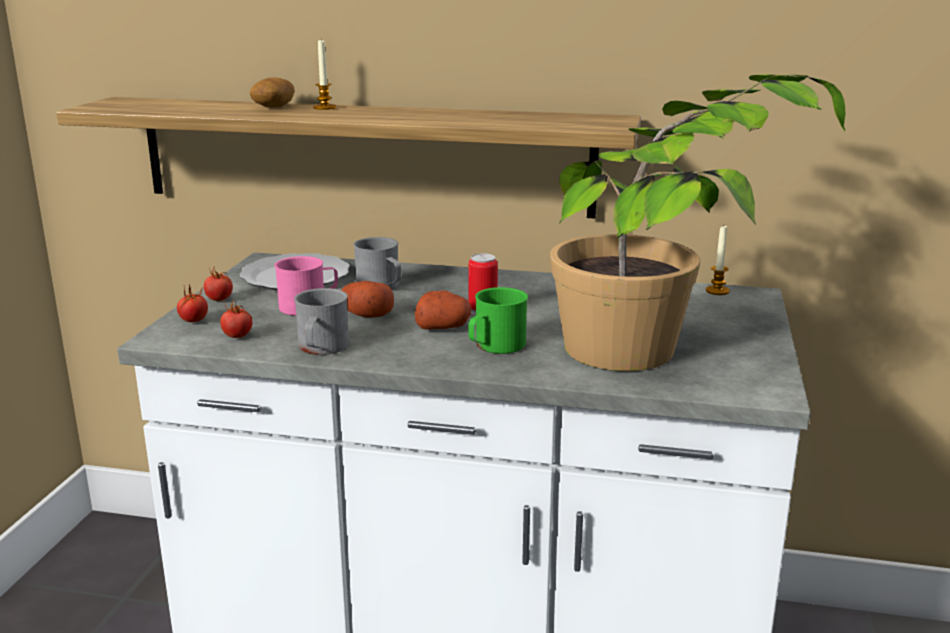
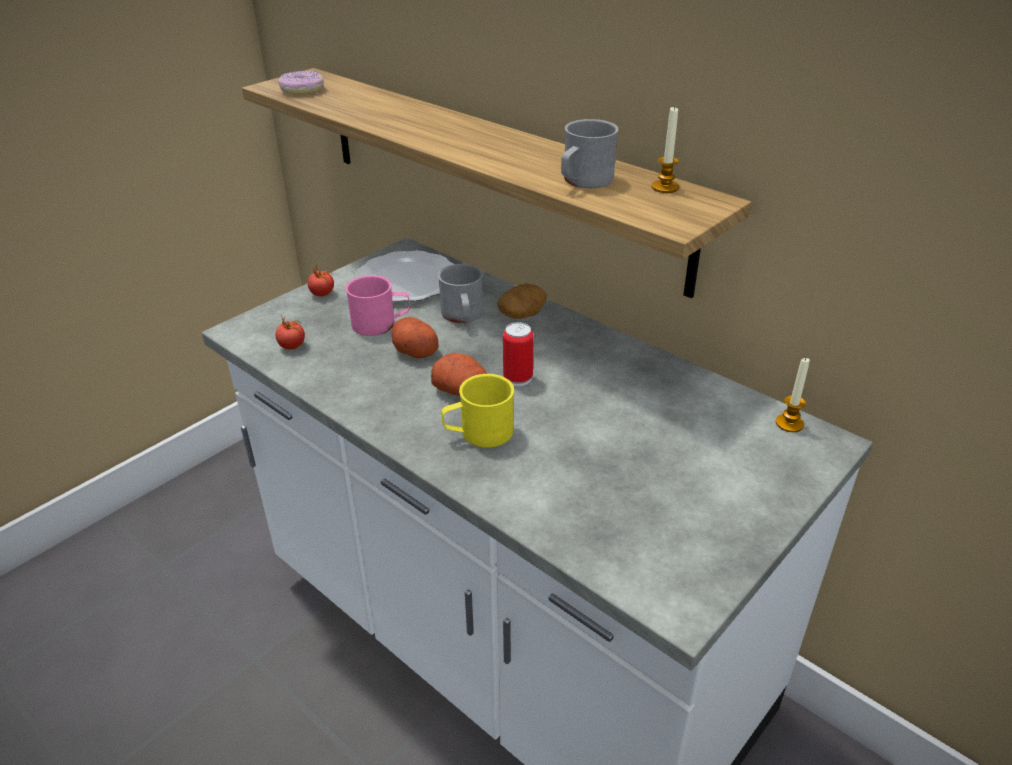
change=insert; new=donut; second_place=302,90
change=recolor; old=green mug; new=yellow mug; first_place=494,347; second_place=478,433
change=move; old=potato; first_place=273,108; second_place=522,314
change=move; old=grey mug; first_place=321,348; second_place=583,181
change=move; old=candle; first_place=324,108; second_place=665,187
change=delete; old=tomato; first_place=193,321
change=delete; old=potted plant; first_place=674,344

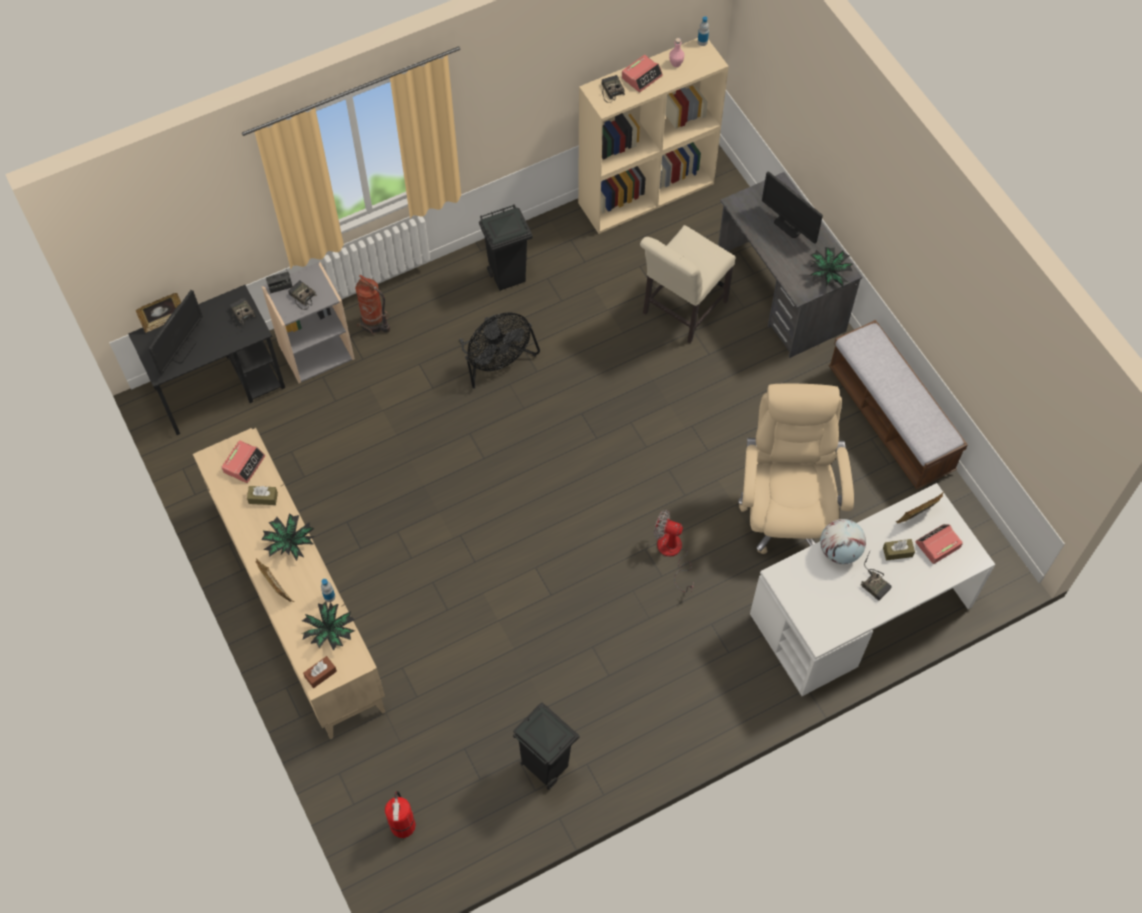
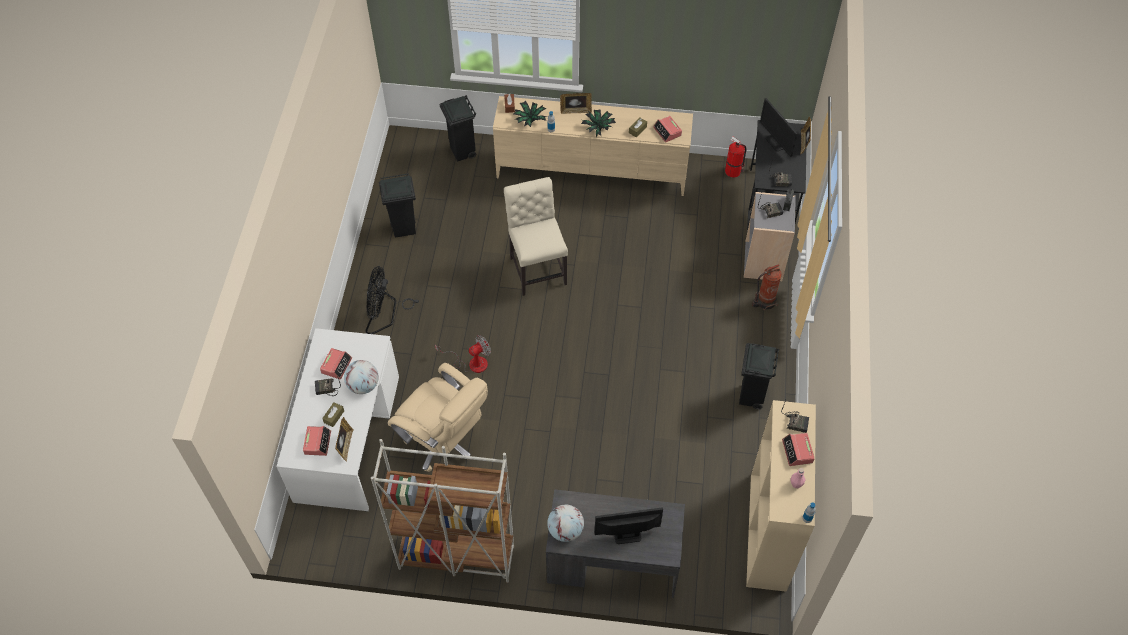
change=insert; new=alarm clock; second_place=336,365
change=move; old=black fan; first_place=494,361; second_place=386,310
change=replace; old=bench; new=brown bookcase; first_place=890,420; second_place=456,558
change=insert; new=black trash can; second_place=462,152
change=move; old=beige chair; first_place=680,310; second_place=537,267
change=replace; old=potted plant; new=globe; first_place=828,273; second_place=565,530
change=move; old=fire extinguisher; first_place=402,824; second_place=733,171

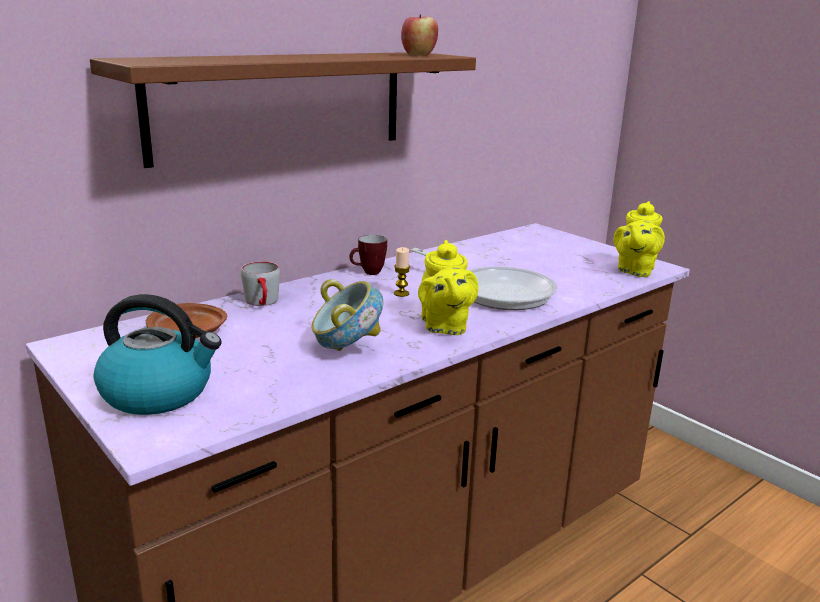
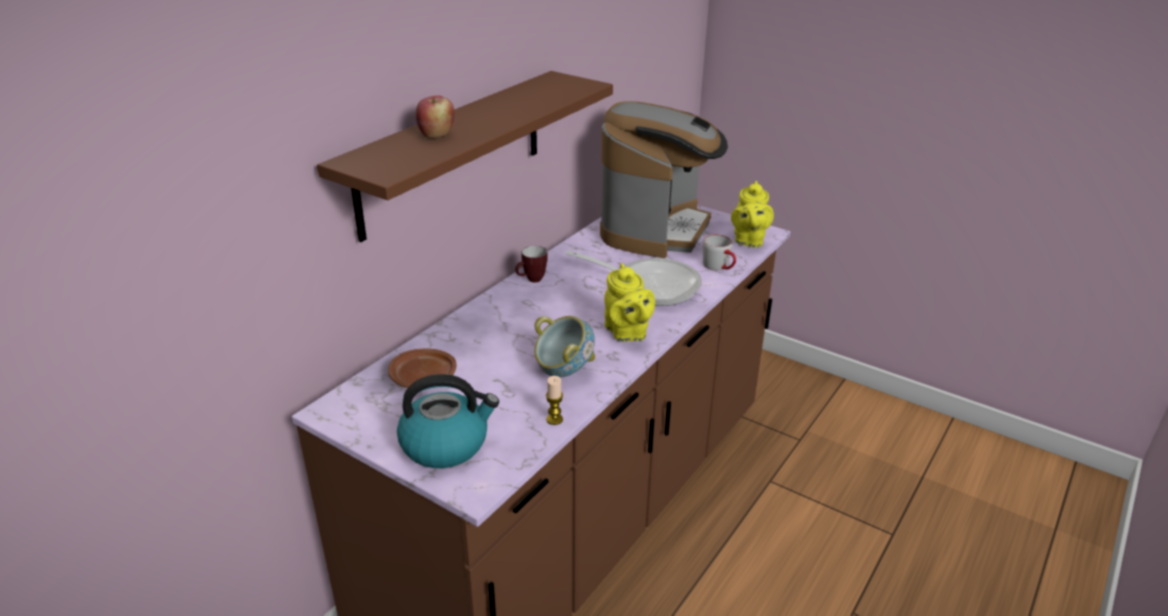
change=move; old=apple; first_place=418,55; second_place=436,135
change=move; old=candle; first_place=401,293; second_place=554,419
change=insert; new=coffee machine; second_place=656,229
change=move; old=grey mug; first_place=263,303; second_place=720,267

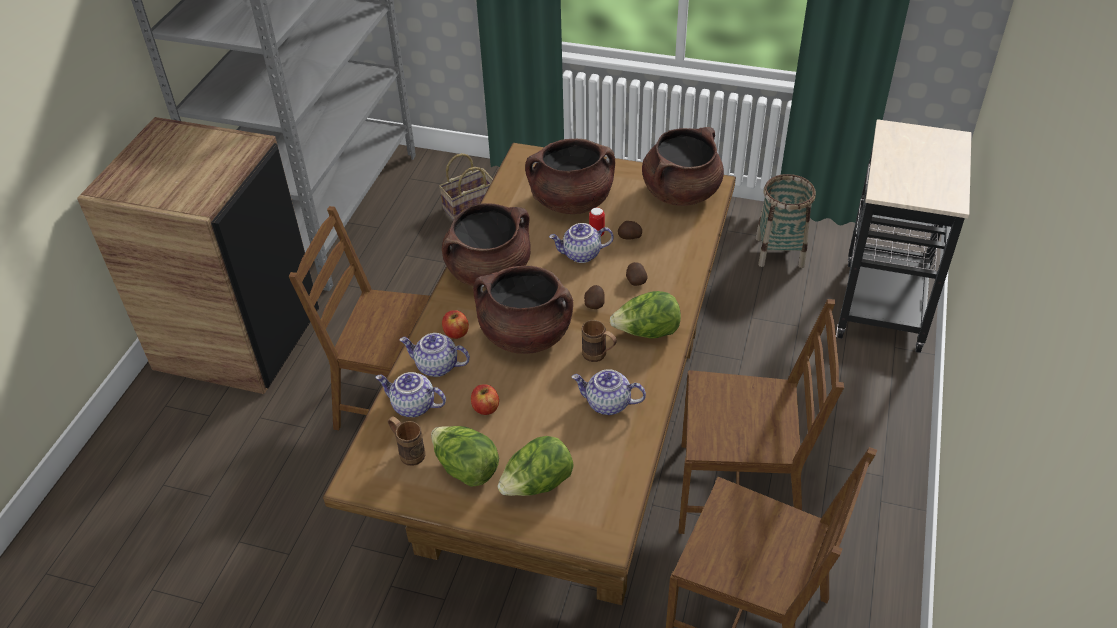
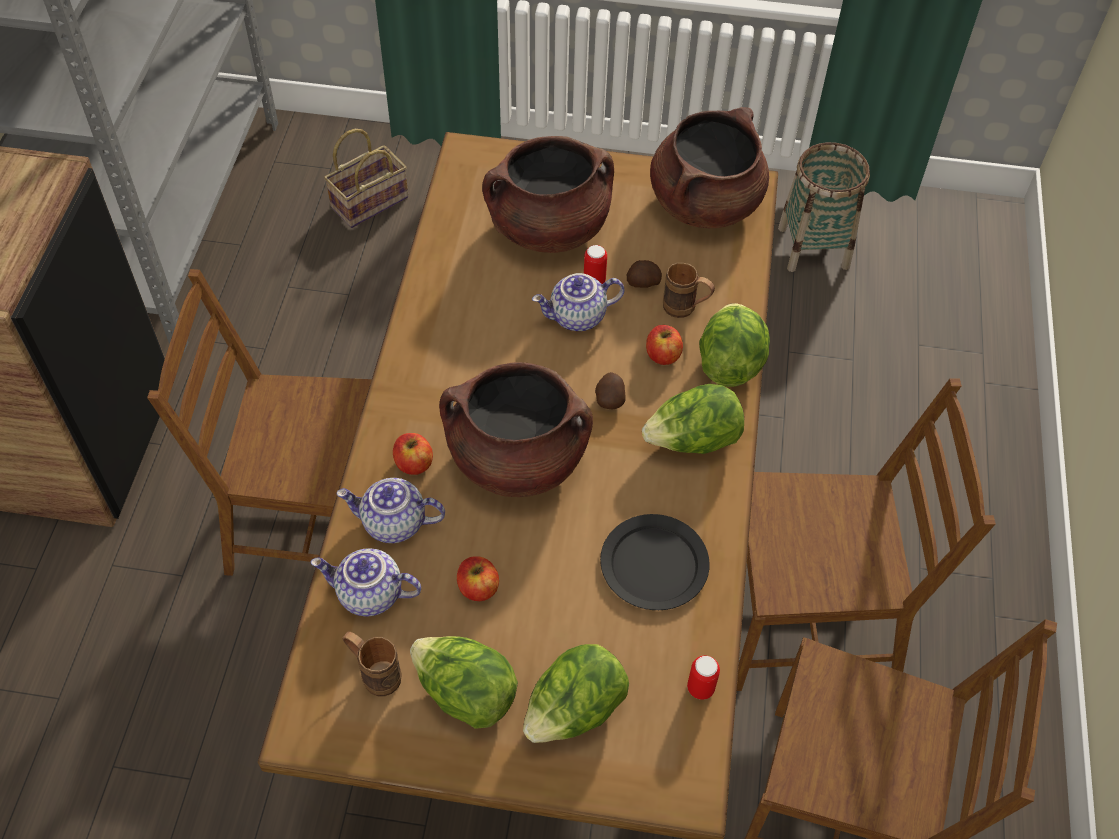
change=replace; old=teapot; new=black plate; first_place=607,404; second_place=654,565
change=replace; old=potato; new=apple; first_place=635,280; second_place=662,355
change=move; old=brown mug; first_place=599,356; second_place=685,309
change=insert; new=can; second_place=700,688
change=insert; new=lettuce; second_place=730,363
change=delete; old=brown cooking pot; first_place=488,271
change=delete; old=cart; first_place=883,308

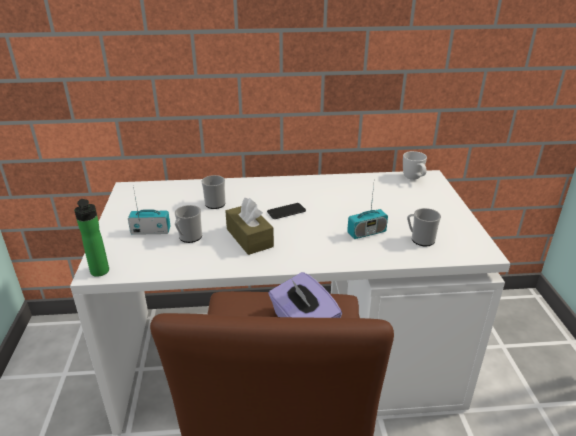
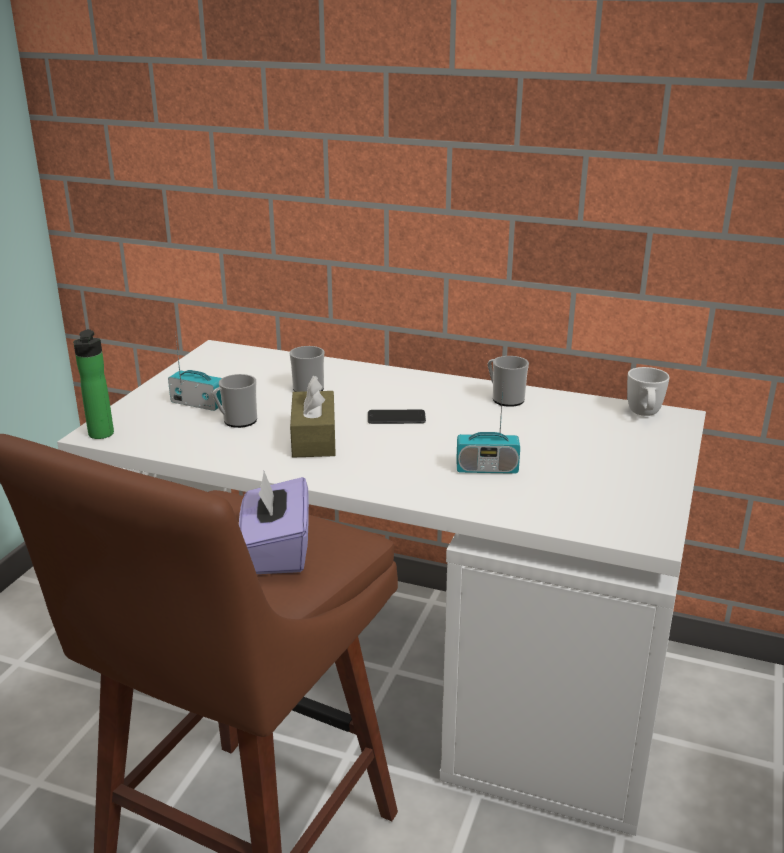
change=move; old=mug; first_place=420,239; second_place=505,399

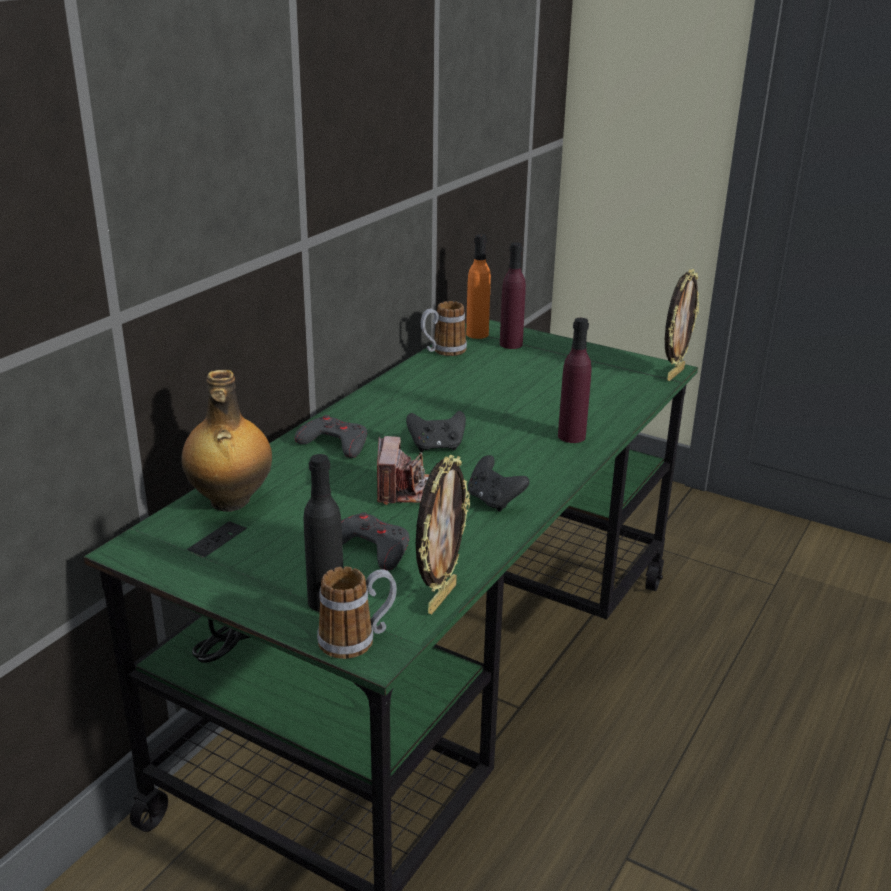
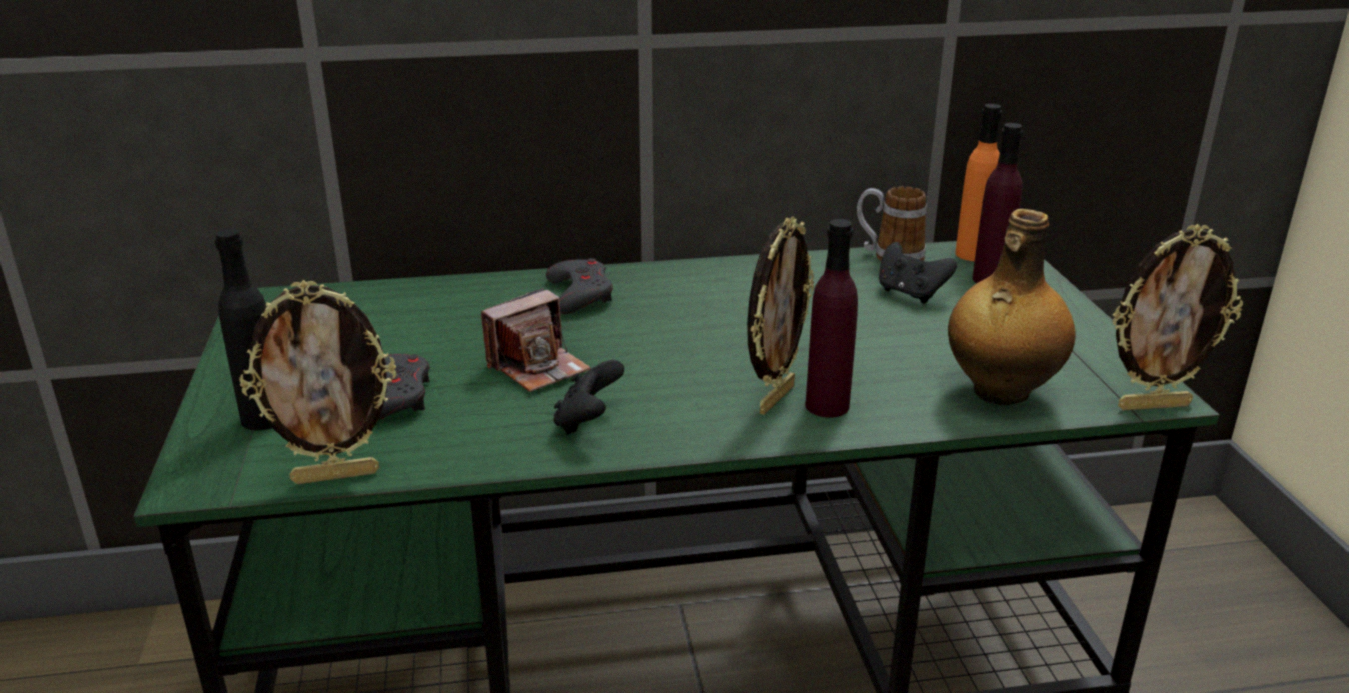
change=insert; new=picture frame; second_place=774,398
change=move; old=black game controller; first_place=436,447; second_place=910,293
change=move; old=bottle; first_place=230,502; second_place=999,392
change=delete; old=mug; first_place=357,639

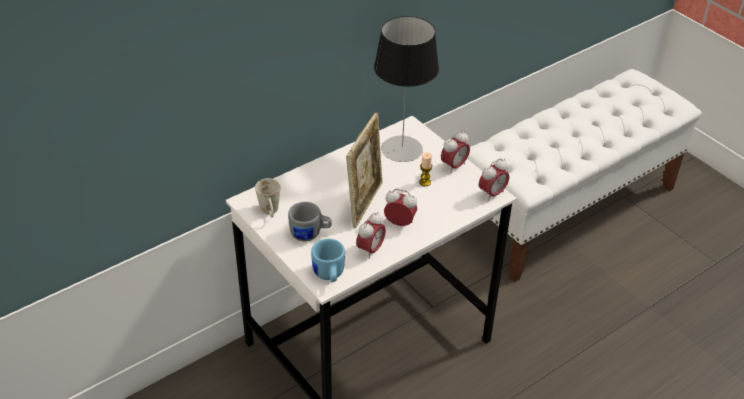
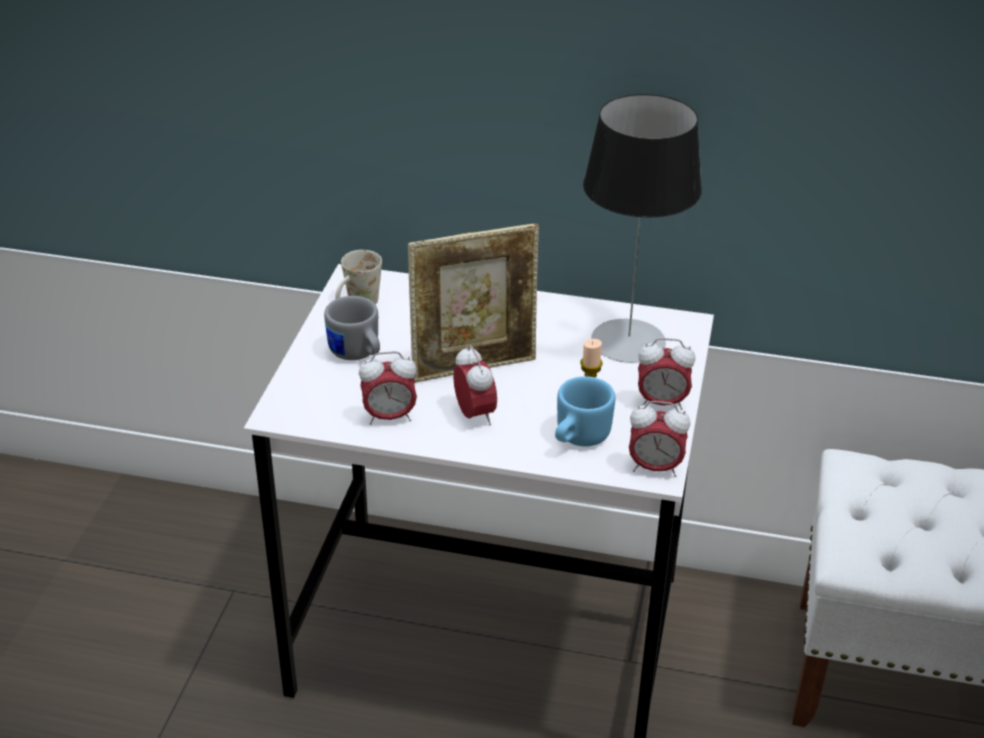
change=move; old=blue mug; first_place=329,275; second_place=577,438

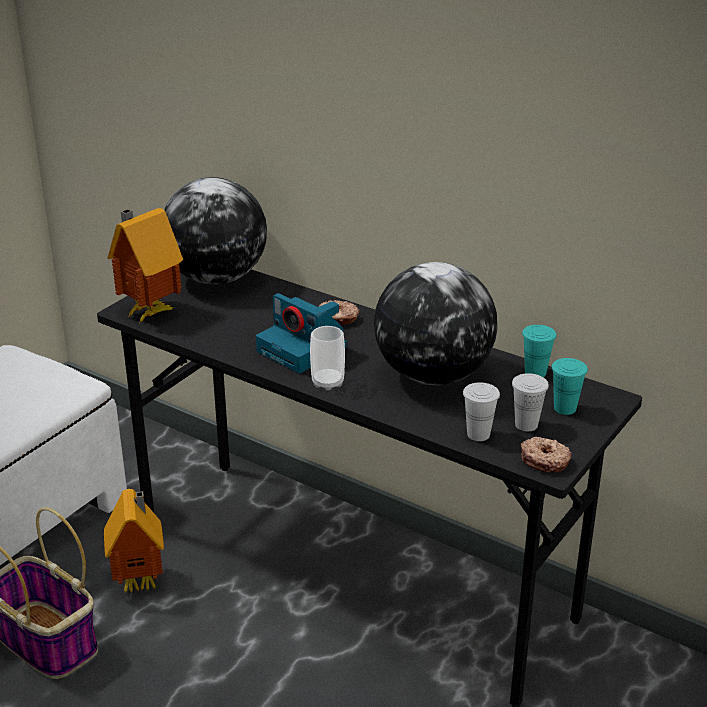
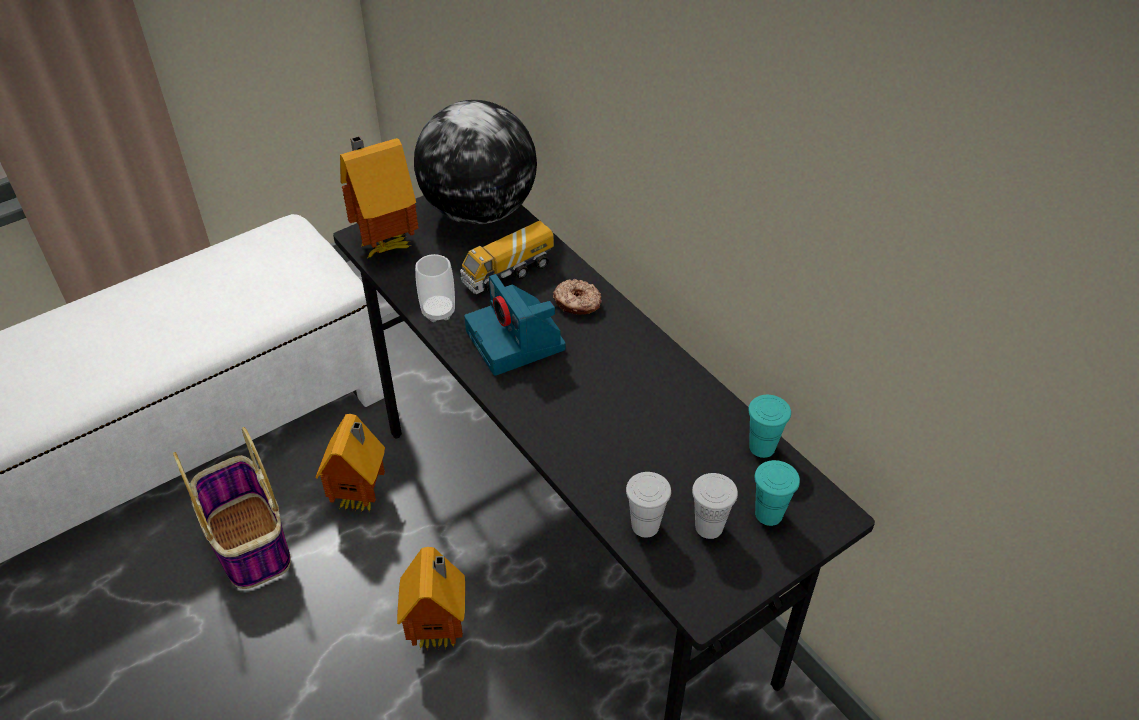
change=insert; new=toy house; second_place=440,632
change=move; old=cup; first_place=327,383; second_place=438,312
change=insert; new=toy truck; second_place=508,273
change=delete; old=globe; first_place=432,375
change=delete; old=donut; first_place=544,460

